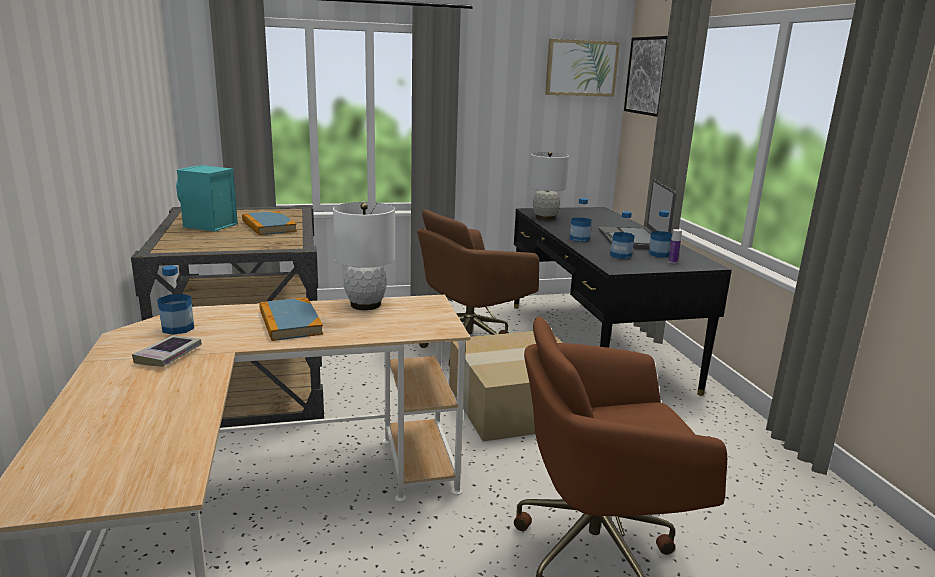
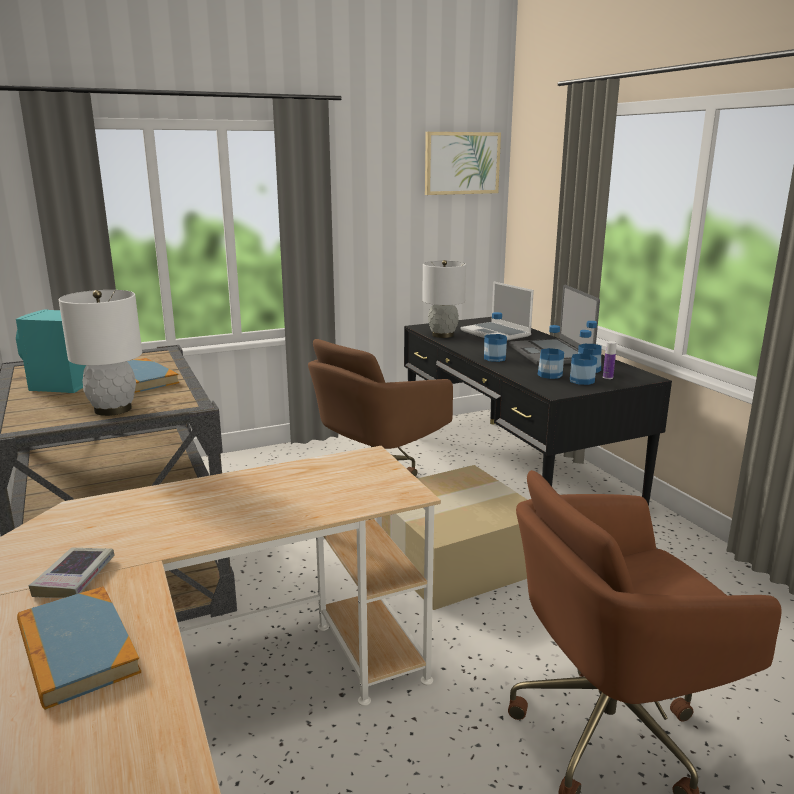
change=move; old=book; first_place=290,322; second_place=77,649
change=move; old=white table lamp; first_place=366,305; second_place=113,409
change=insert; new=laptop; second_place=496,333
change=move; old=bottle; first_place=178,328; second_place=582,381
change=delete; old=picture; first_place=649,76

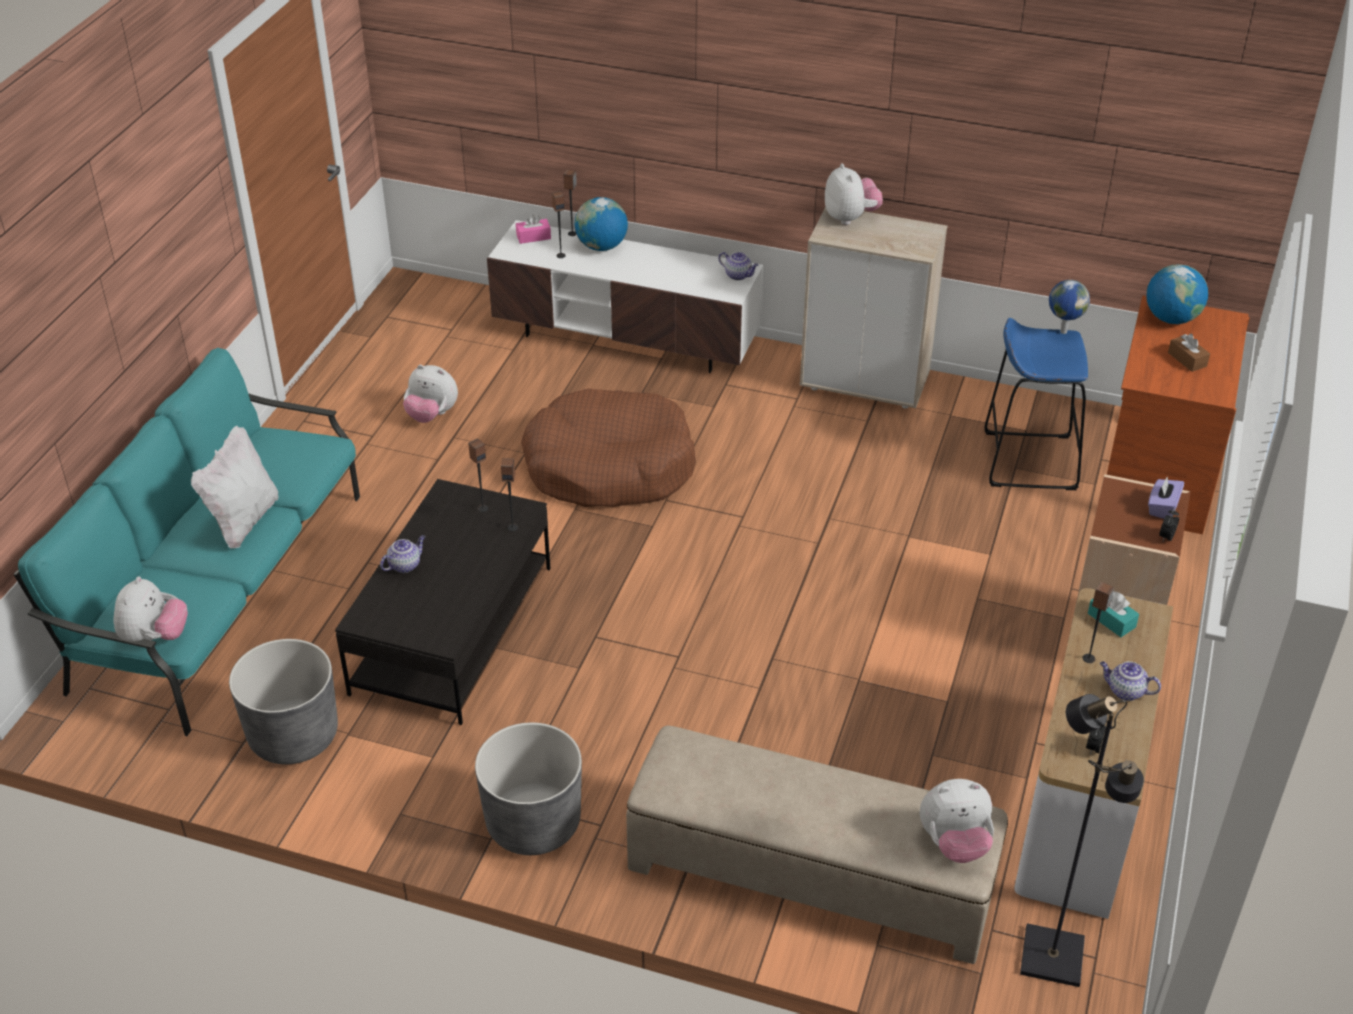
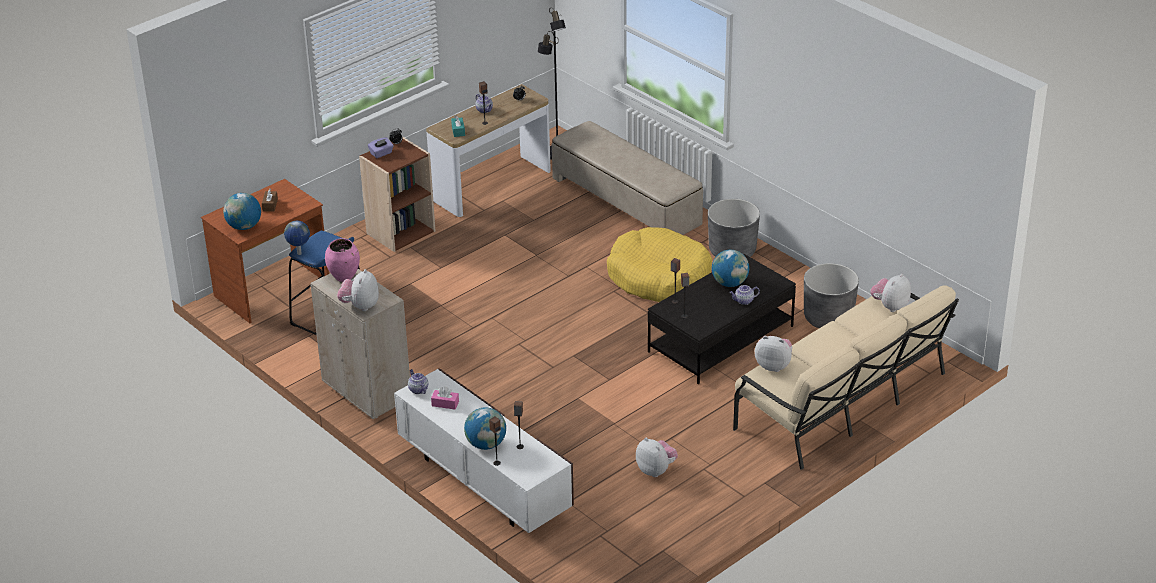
change=insert; new=pink vase; second_place=344,277
change=move; old=pink tissue box; first_place=533,237; second_place=445,404
change=insert; new=yellow dog bed; second_place=659,278
change=insert; new=globe; second_place=730,283
change=recolor; old=turquoise sofa; new=beige sofa; first_place=218,592; second_place=842,400
change=move; old=plush toy; first_place=954,843; second_place=773,365
change=delete; old=white pillow; first_place=244,521
change=delete; old=brown dog bed; first_place=609,467

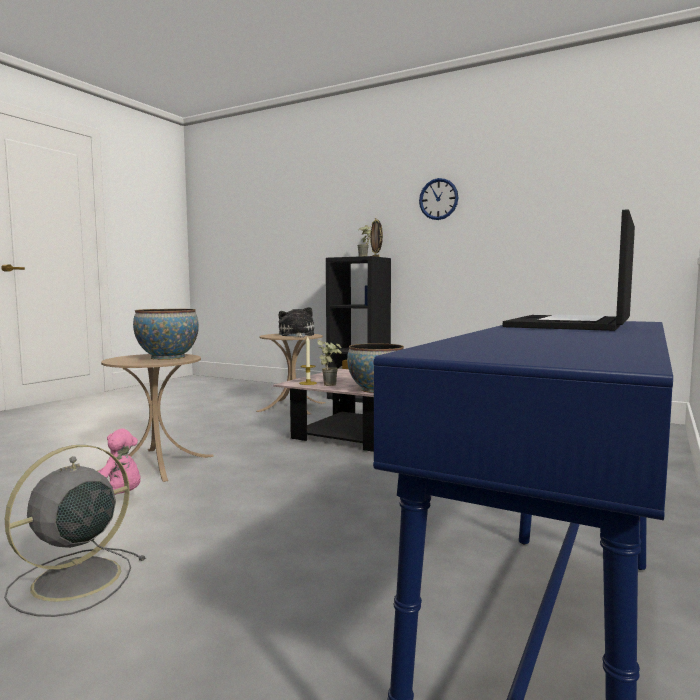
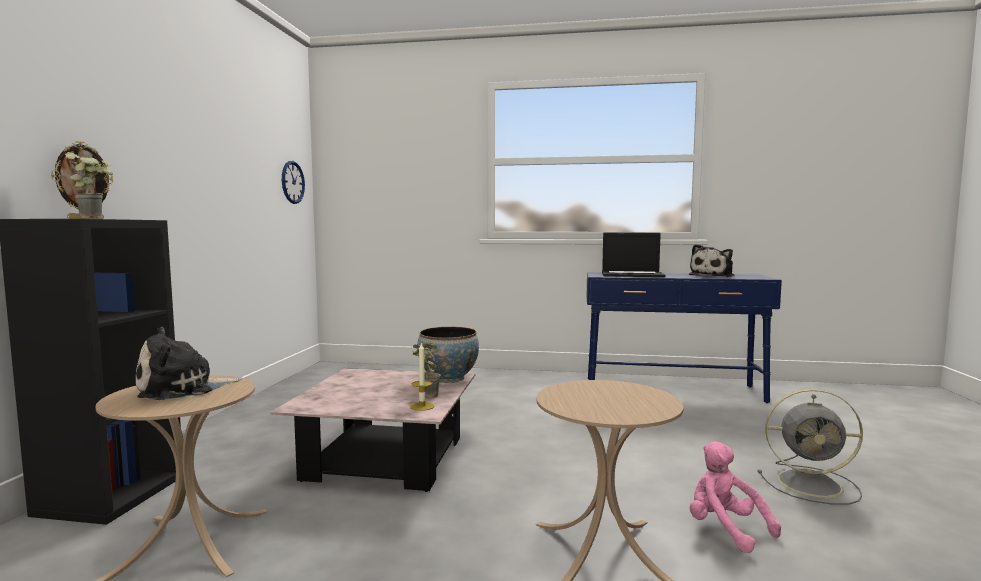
change=move; old=wall clock; first_place=438,199; second_place=292,182
change=insert; new=plush toy; second_place=713,276
change=delete; old=bowl; first_place=167,357

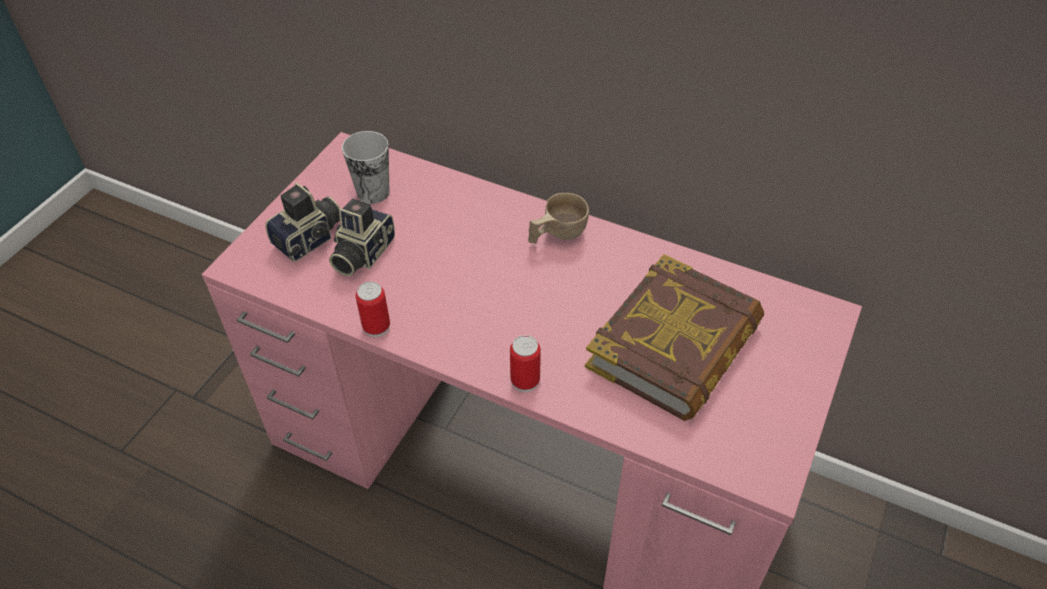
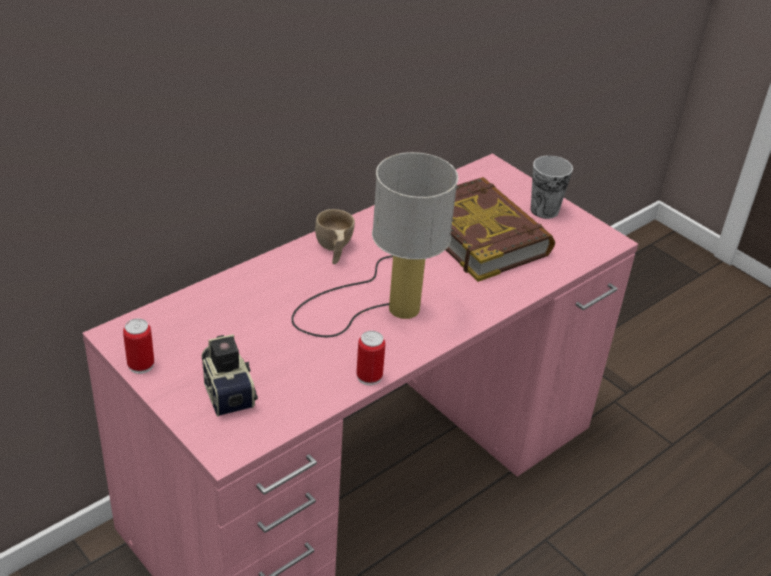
change=move; old=can; first_place=525,380; second_place=141,365
change=insert; new=table lamp; second_place=383,303
change=move; old=cup; first_place=373,192; second_place=544,210
change=delete; old=photo camera; first_place=361,253

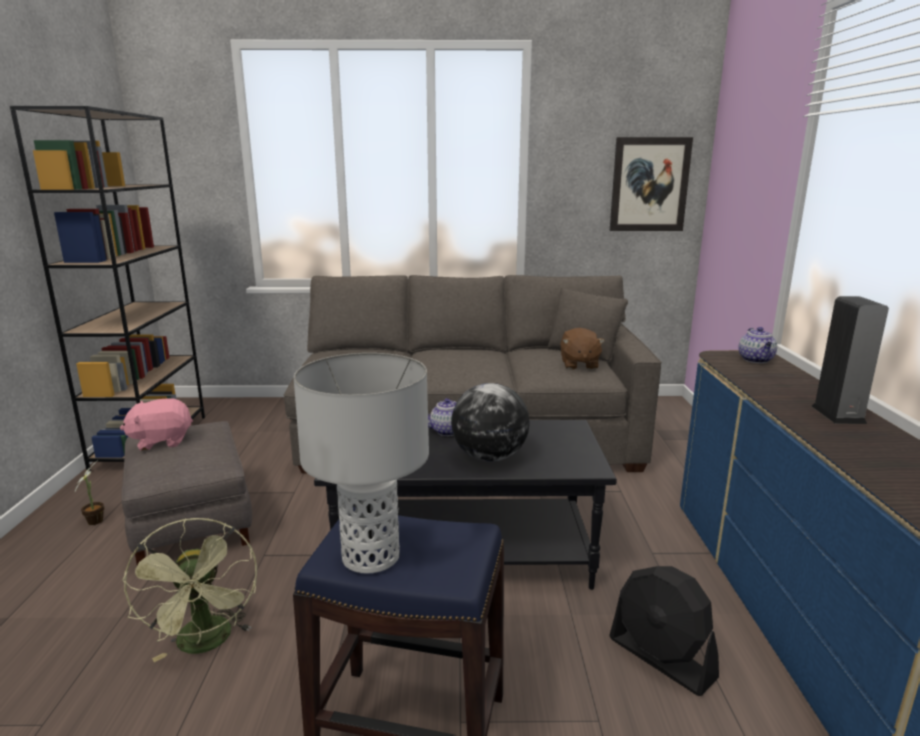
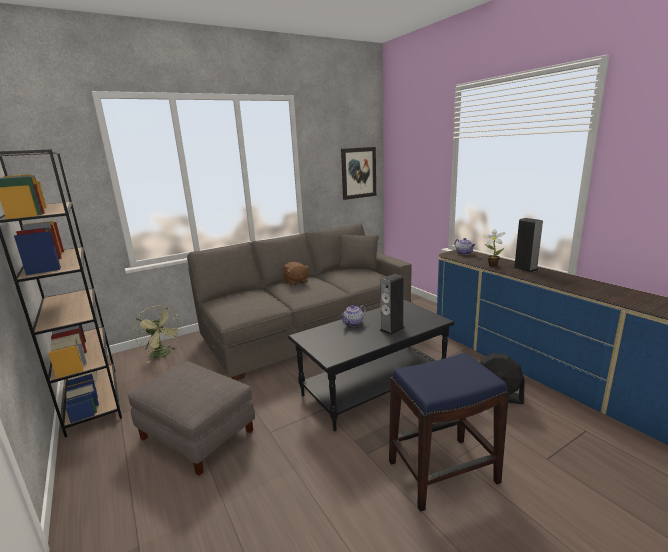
change=move; old=green fan; first_place=206,644; second_place=163,355
change=move; old=brown plush toy; first_place=579,364; second_place=295,282
change=replace; old=globe; new=speaker; first_place=490,457; second_place=392,329
change=move; old=potted plant; first_place=96,520; second_place=491,265
change=delete; old=pink plush toy; first_place=161,441
change=delete; old=white table lamp; first_place=369,556

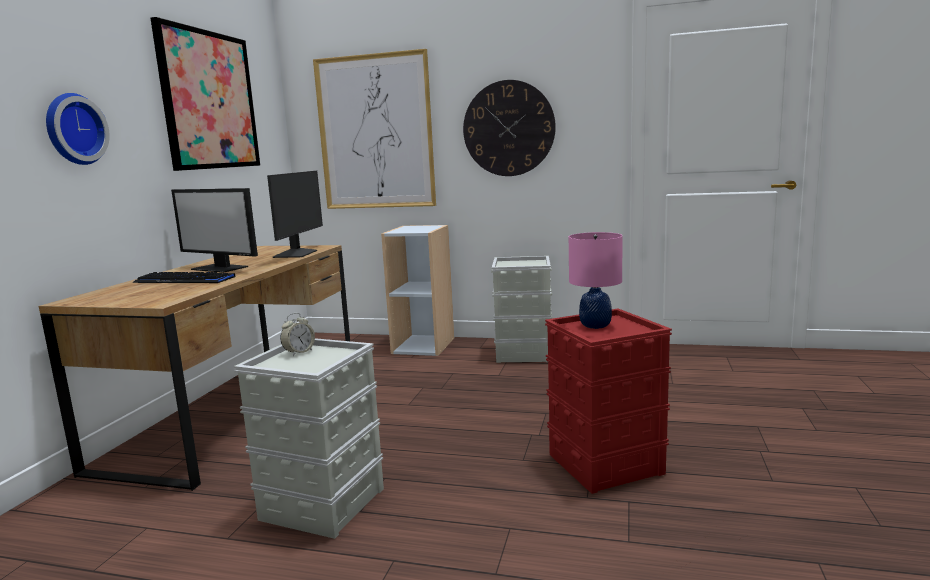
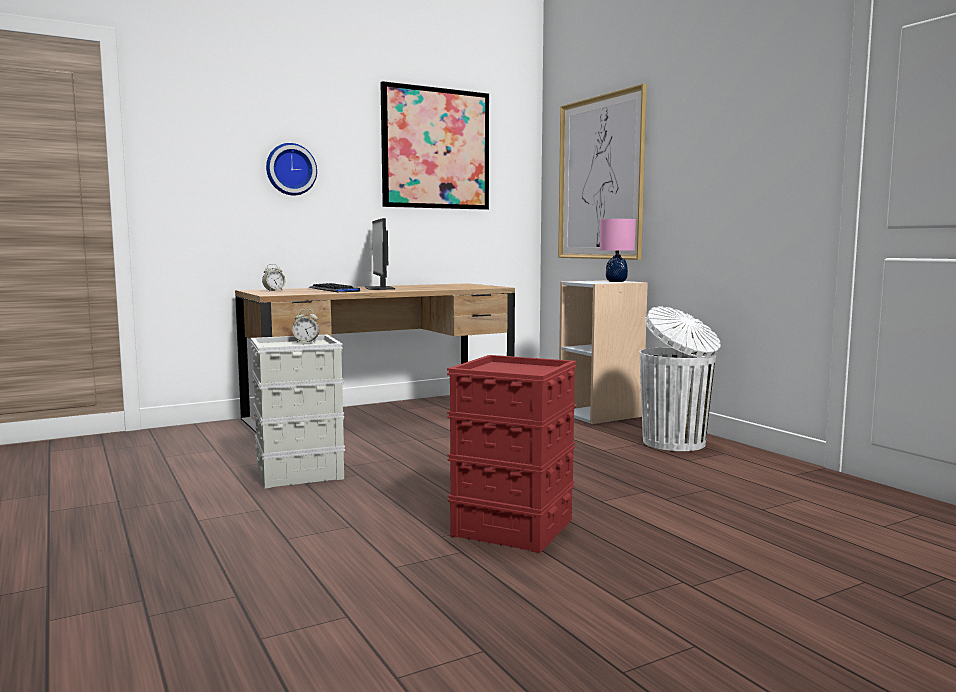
change=insert; new=alarm clock; second_place=274,291
change=move; old=pink table lamp; first_place=596,326; second_place=617,281
change=replace; old=grey storage box; new=white trash can; first_place=524,353; second_place=675,443
change=delete; old=monitor; first_place=296,254
change=delete; old=wall clock; first_place=508,128

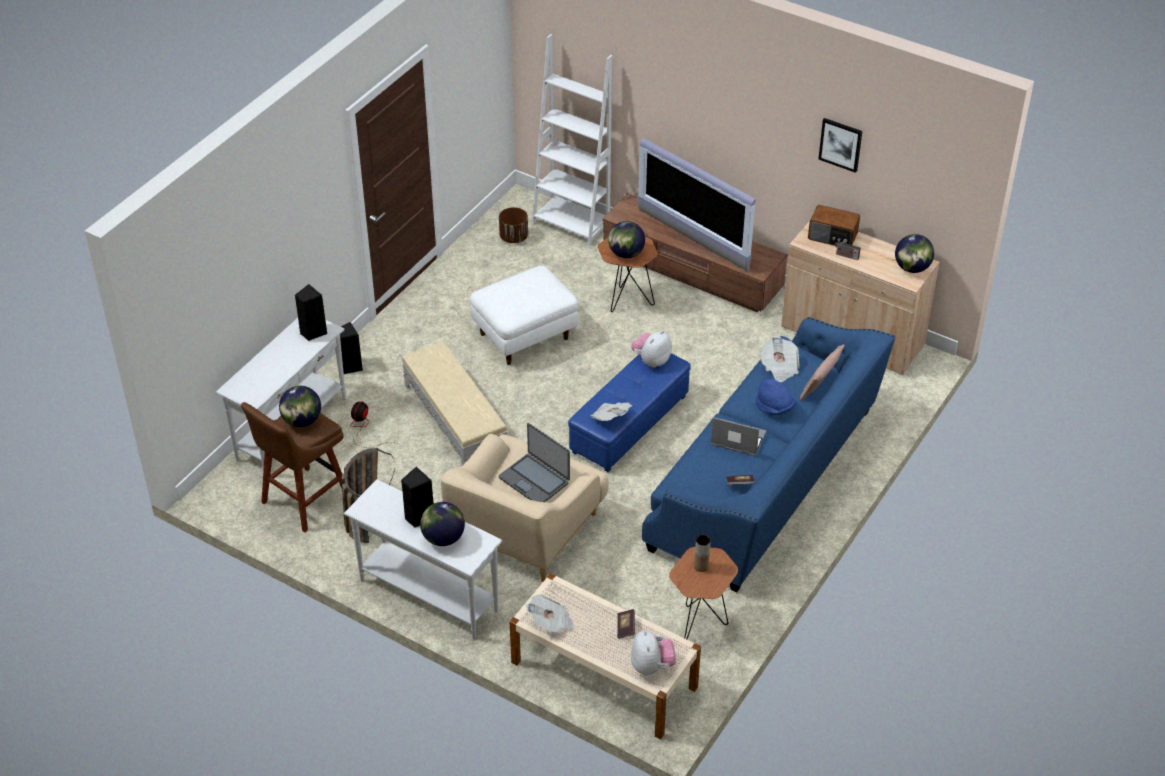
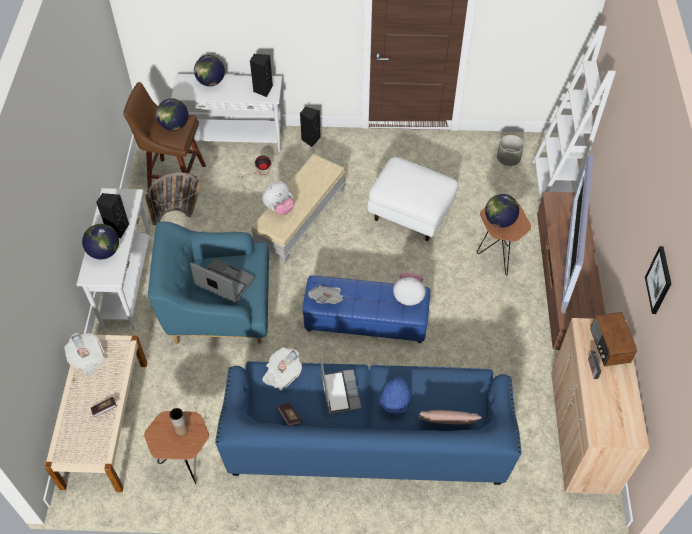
change=recolor; old=beige armchair; new=blue armchair; first_place=524,529; second_place=219,308
change=rotate; old=laptop; first_place=534,480; second_place=224,282; degrees=105
change=move; old=globe; first_place=912,268; second_place=210,82
change=move; old=plush toy; first_place=651,666; second_place=279,208
change=move; old=newspaper; first_place=779,368; second_place=282,374
change=recolor; old=brown planter; new=grey planter; first_place=514,237; second_place=508,159

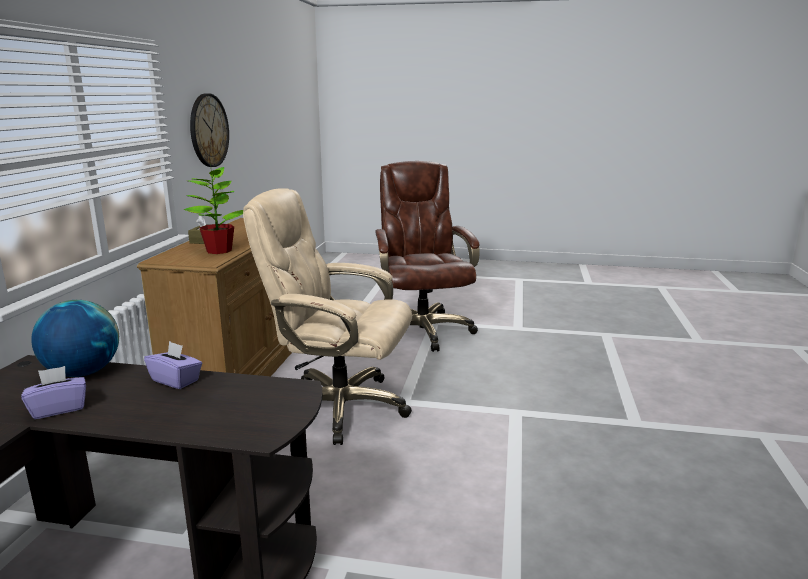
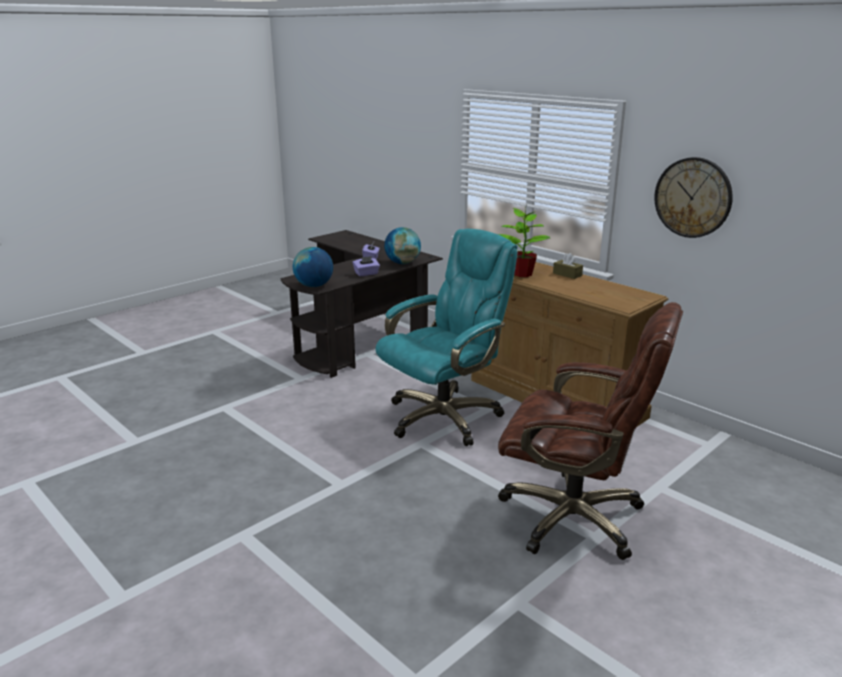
change=insert; new=globe; second_place=314,286
change=recolor; old=beige office chair; new=turquoise office chair; first_place=340,407; second_place=443,417

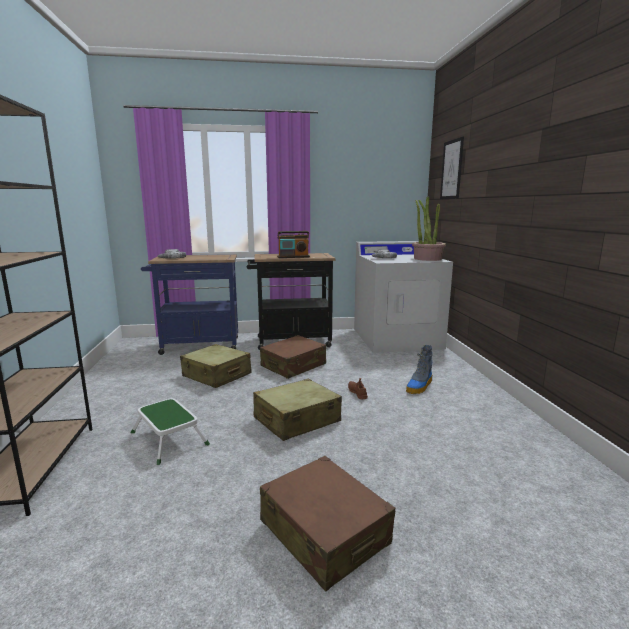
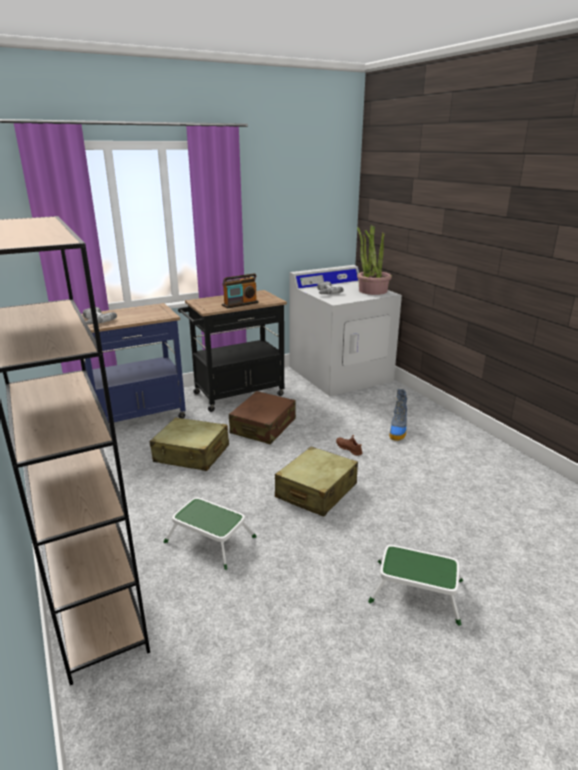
change=replace; old=brown suitcase; new=green step ladder; first_place=324,532; second_place=416,590
change=delete; old=picture; first_place=451,169

